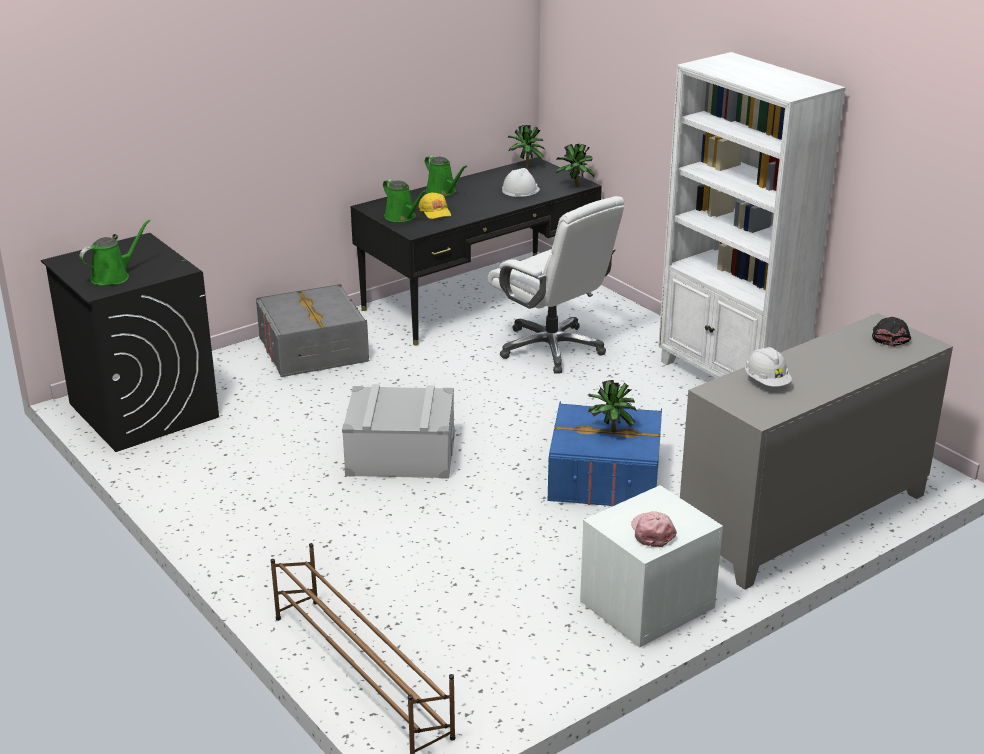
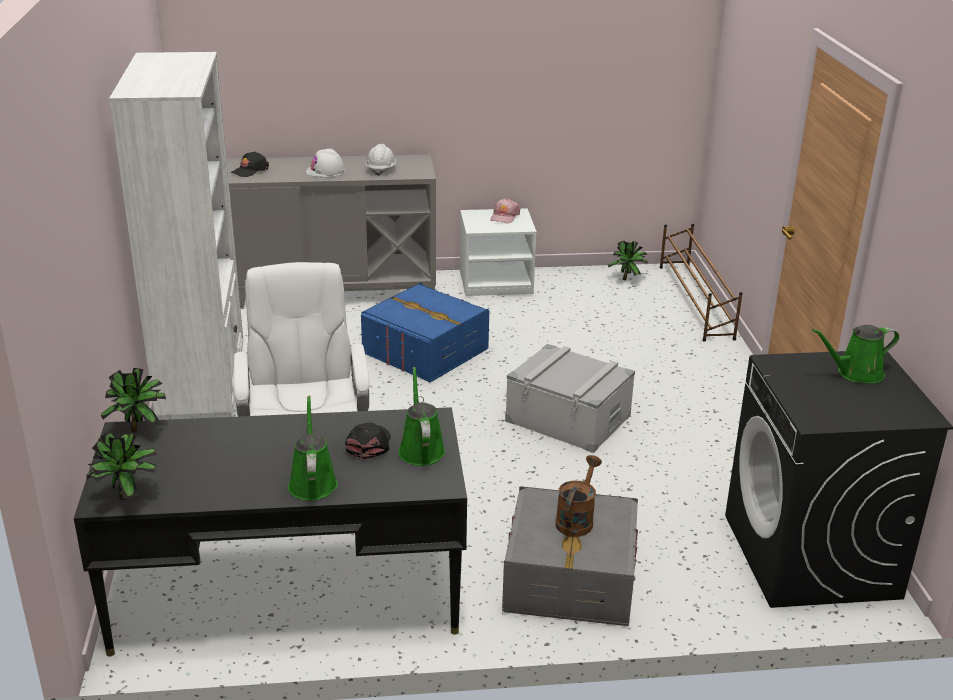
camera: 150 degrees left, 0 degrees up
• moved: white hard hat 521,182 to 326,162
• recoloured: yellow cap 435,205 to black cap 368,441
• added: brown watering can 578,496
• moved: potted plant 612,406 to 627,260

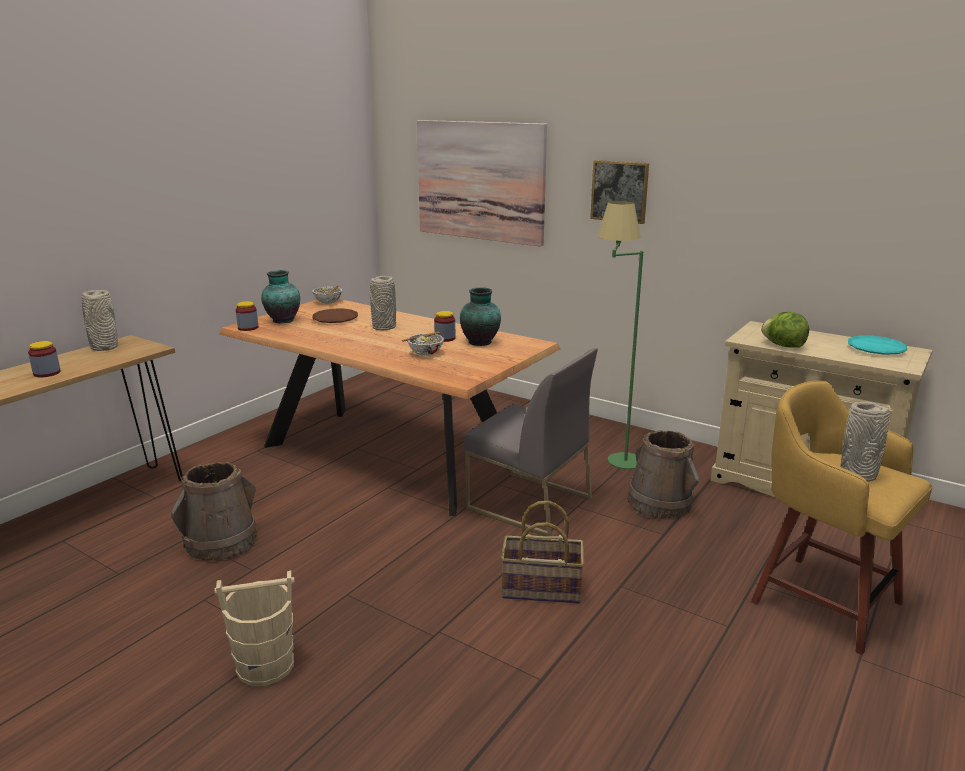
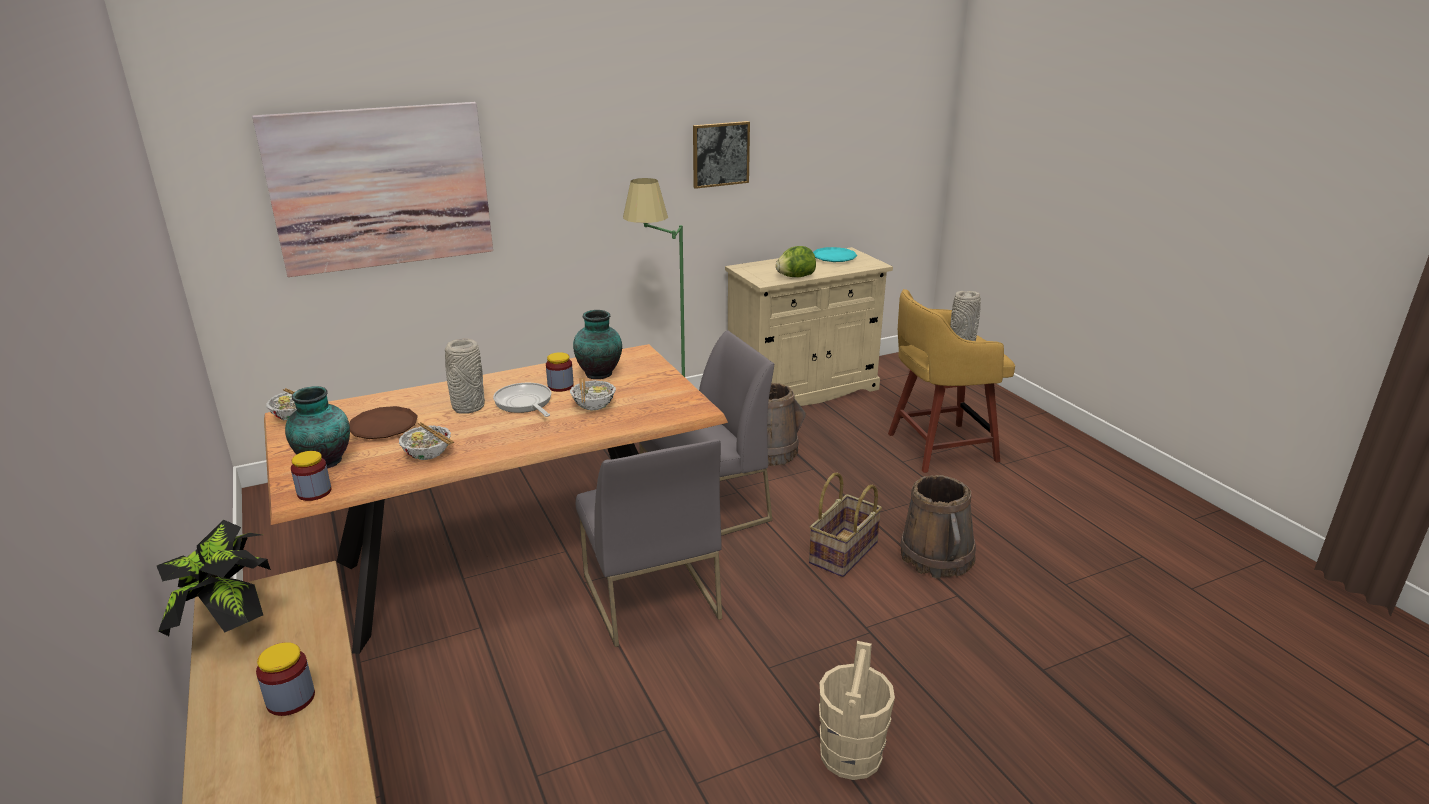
camera: 60 degrees left, 5 degrees up
• replaced: grey vase 99,320 to potted plant 214,578
• added: bowl 426,441
• added: frying pan 522,399
• added: grey chair 649,543
• moved: picture 619,192 to 721,155
• moved: brown bucket 214,511 to 938,526

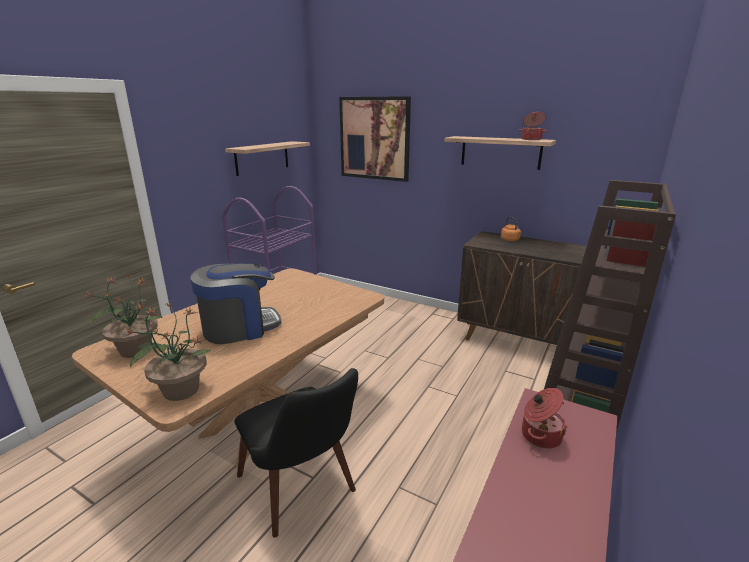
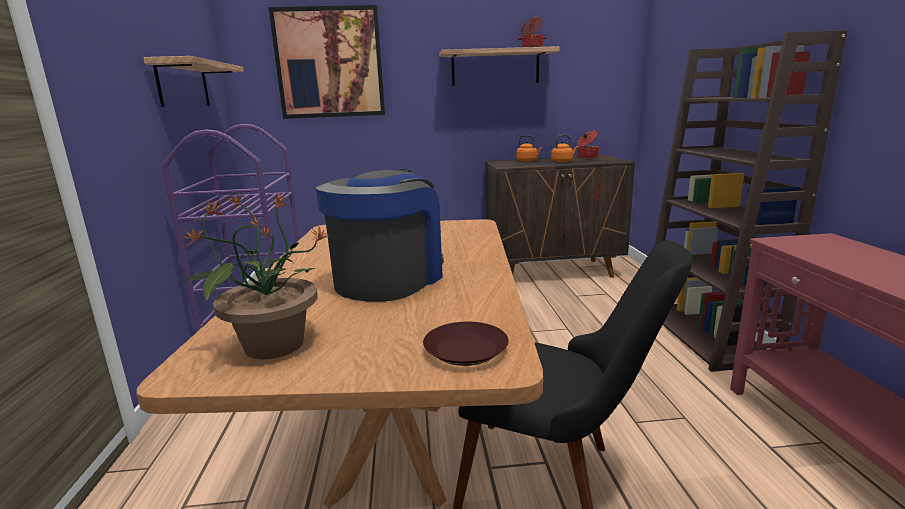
camera: 35 degrees left, 5 degrees down
• replaced: potted plant 167,352 to brown plate 466,344
• added: orange kettle 564,148
• moved: cooking pot 544,418 to 588,145

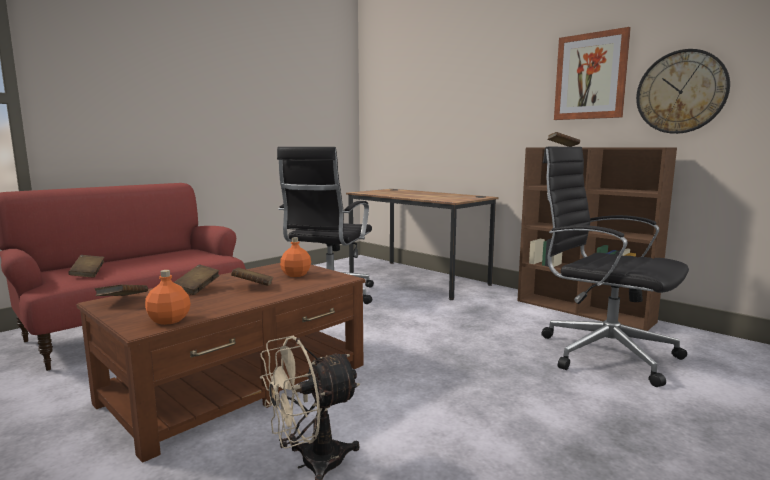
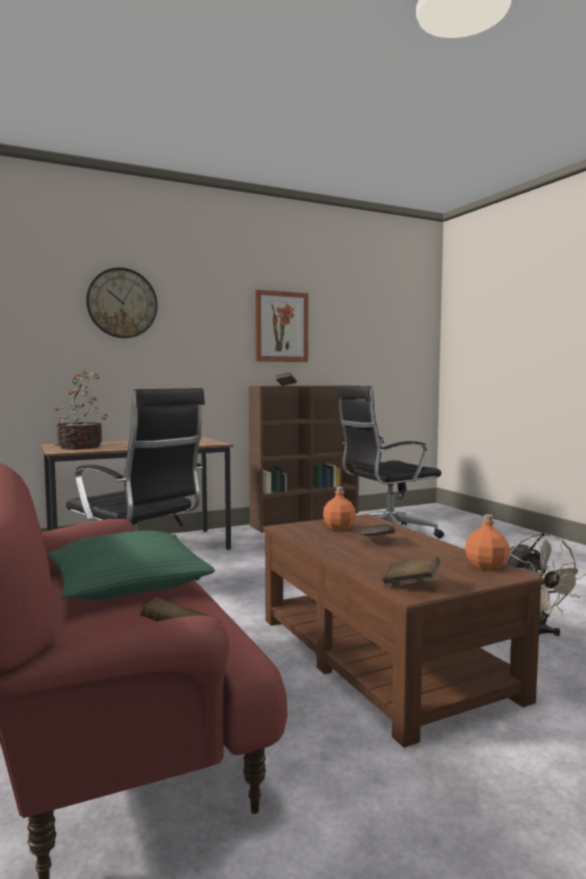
camera: 70 degrees left, 5 degrees down
• added: green pillow 131,565
• added: potted plant 81,410
• moved: wall clock 683,91 to 122,302
• removed: brown book 196,279

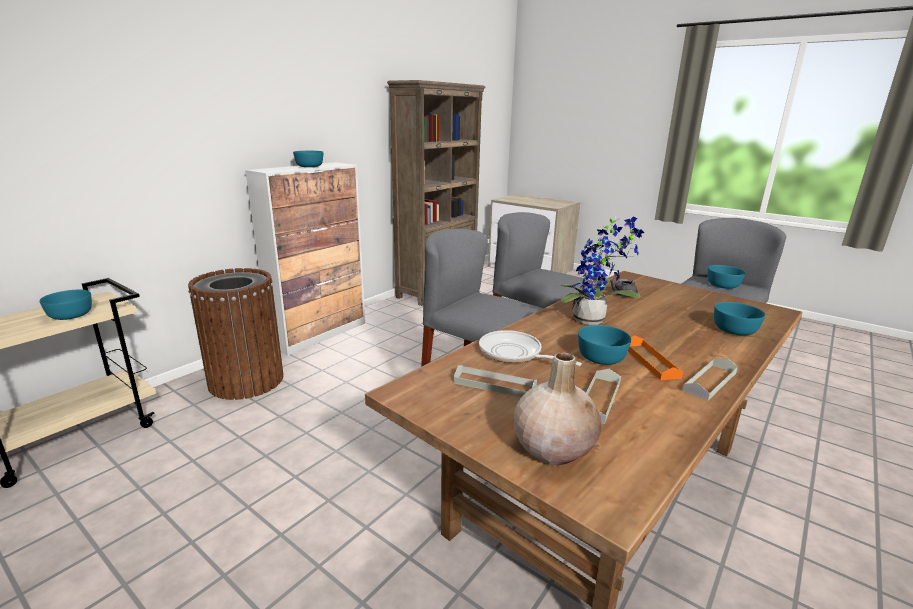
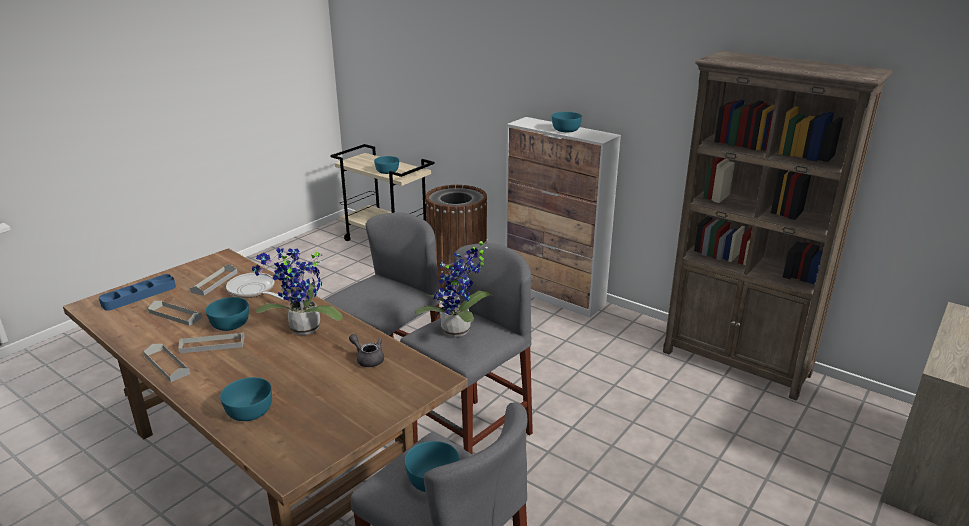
camera: 90 degrees right, 5 degrees up
• replaced: beige vase 558,408 to blue tray 137,292
• recoloured: orange tray 655,357 to grey tray 212,342
• turned: frying pan 530,348 = 254,286 90 degrees counterclockwise
• added: potted plant 453,288

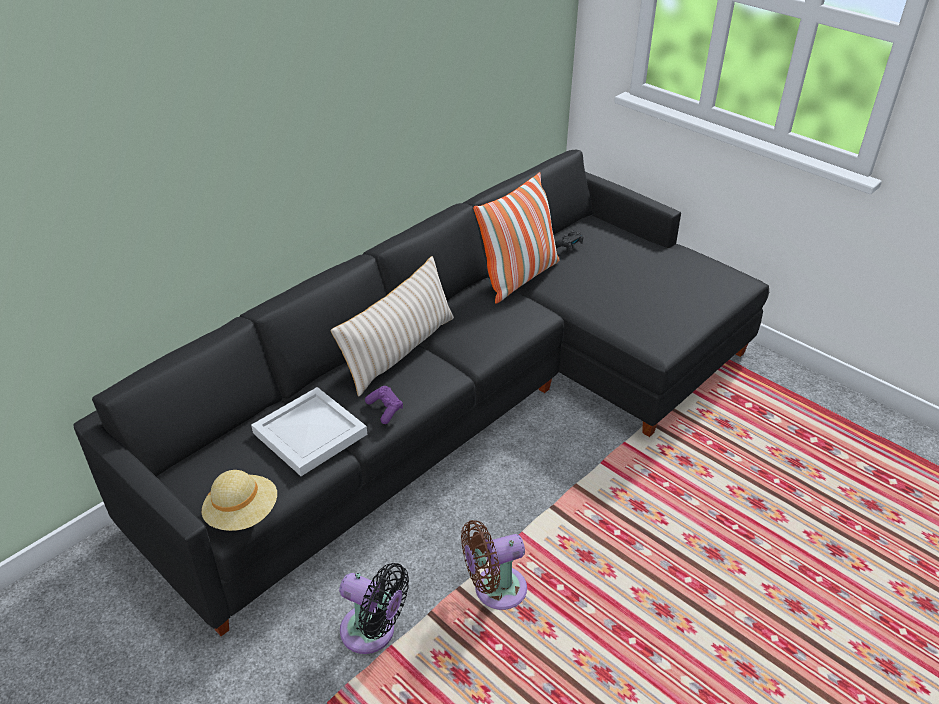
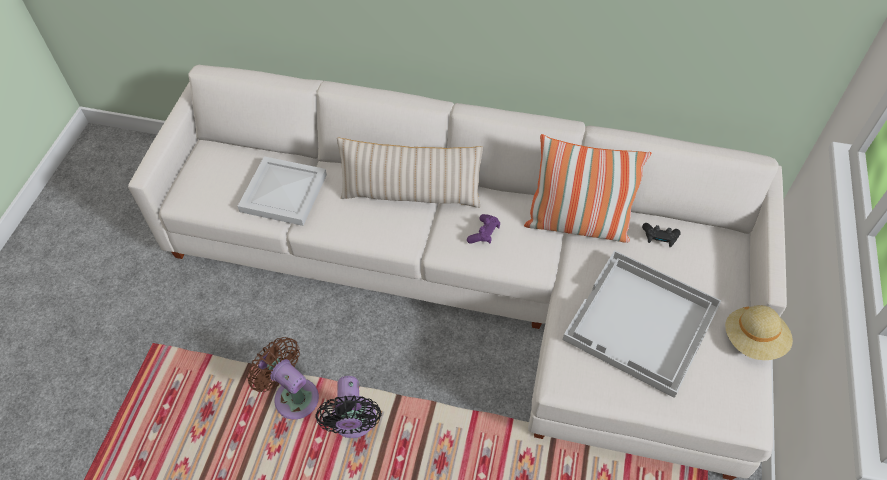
camera: 60 degrees right, 15 degrees up
• recoloured: black sofa 421,393 to white sofa 457,272
• moved: black fan 374,608 to 348,407
• moved: purple game controller 384,405 to 483,229
• added: white tray 642,324
• moved: beige hat 239,500 to 759,332

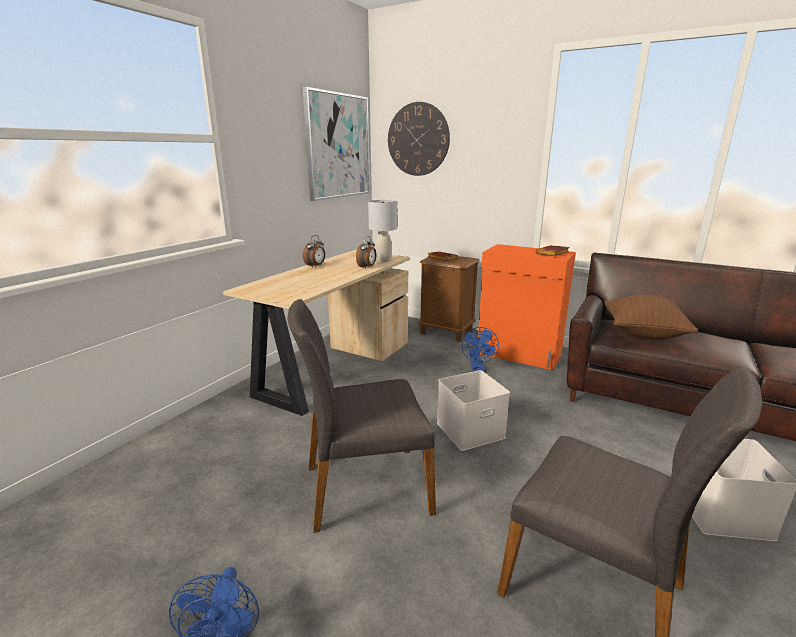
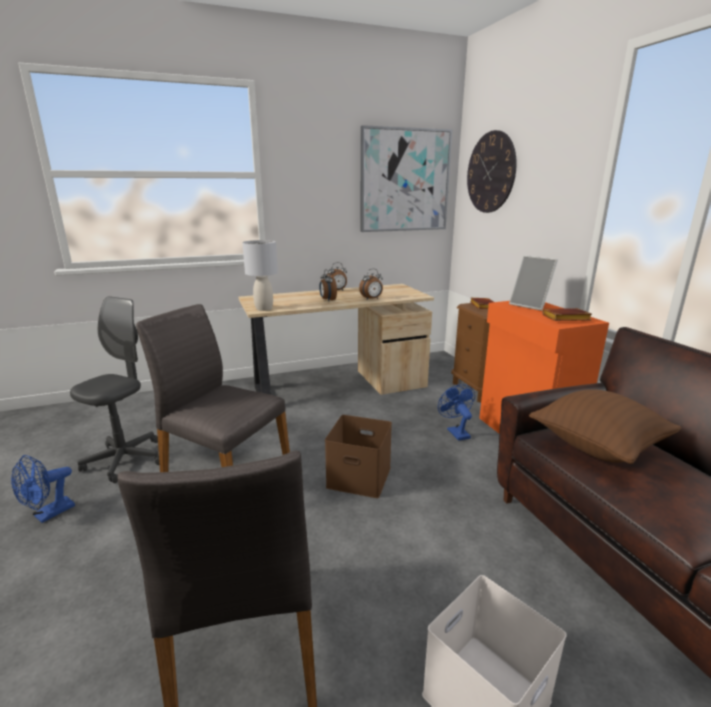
camera: 40 degrees right, 0 degrees up
• added: grey office chair 114,389
• moved: grey table lamp 382,231 to 260,275
• added: alarm clock 328,285
• recoloured: white storage box 473,410 to brown storage box 358,456
• turned: blue fan 480,349 = 456,412 120 degrees clockwise
• added: picture frame 533,283

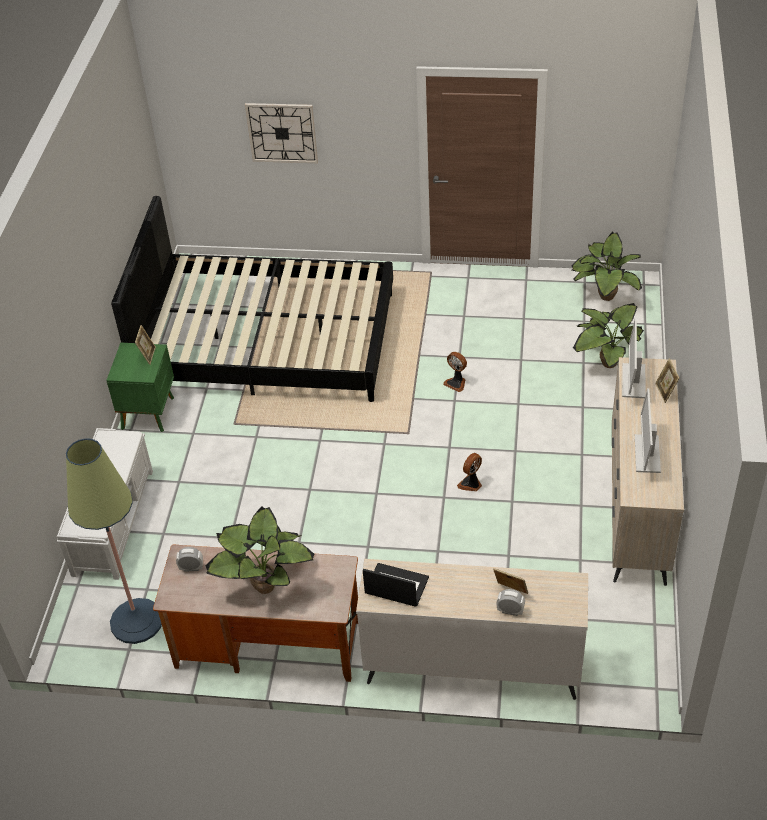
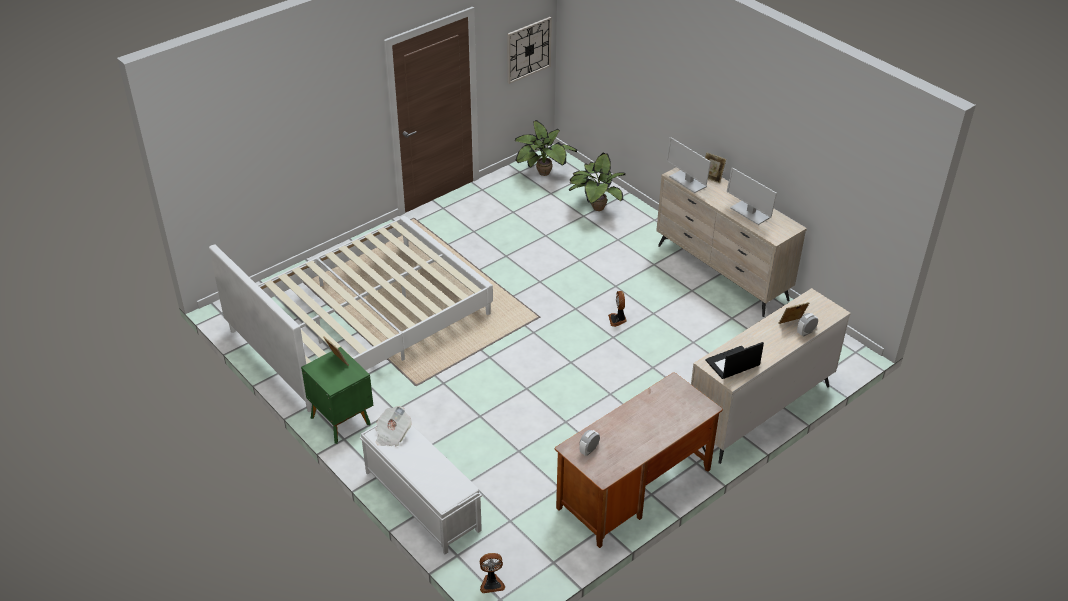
camera: 50 degrees left, 5 degrees down
• recoloured: black bed 252,299 to white bed 351,314
• added: newspaper 393,426
• moved: fan 455,372 to 492,573
• moved: wall clock 281,133 to 529,50
• removed: floor lamp 114,541
• removed: potted plant 259,550

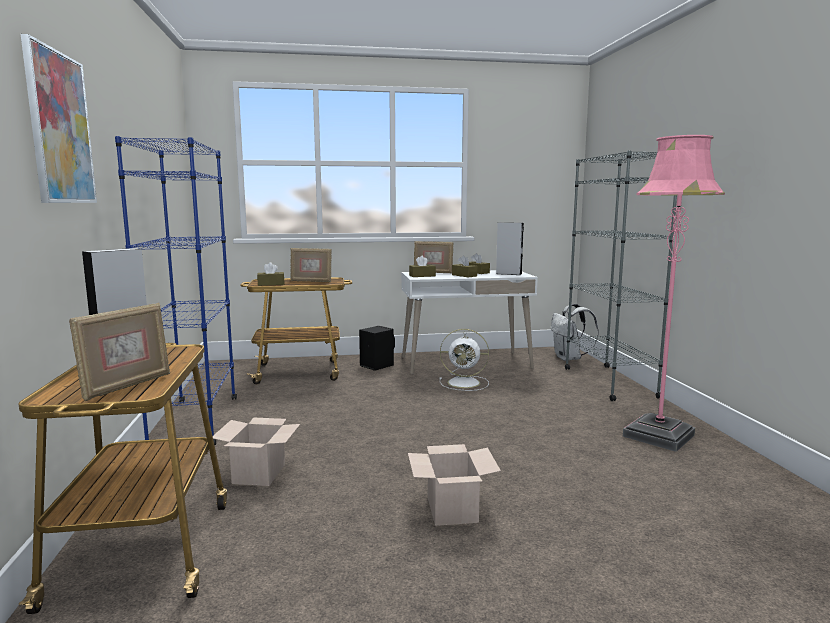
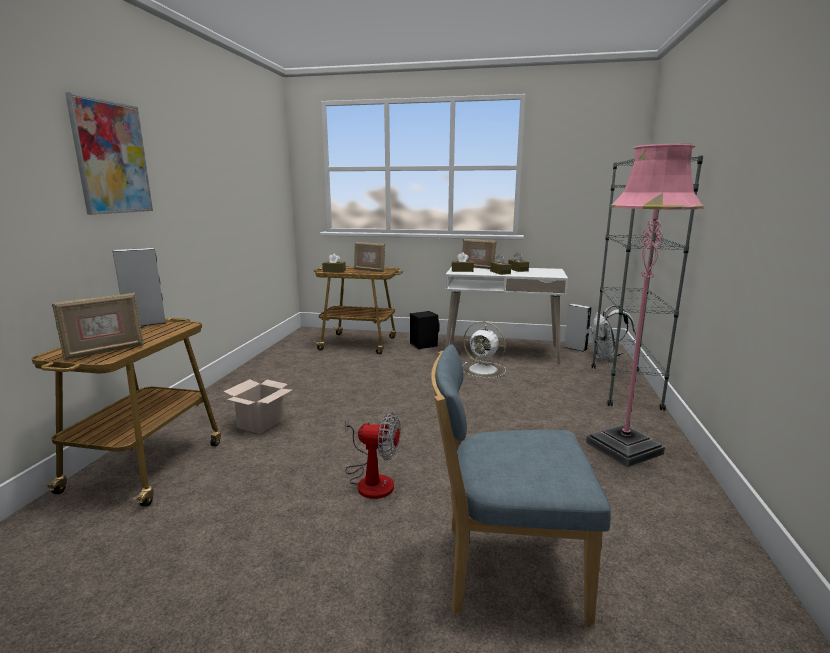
camera: 20 degrees right, 5 degrees up
• replaced: cardboard box 454,485 to fan 373,456
• added: blue chair 521,484
• moved: grey speaker 510,248 to 578,328
• removed: blue bookcase 176,290

